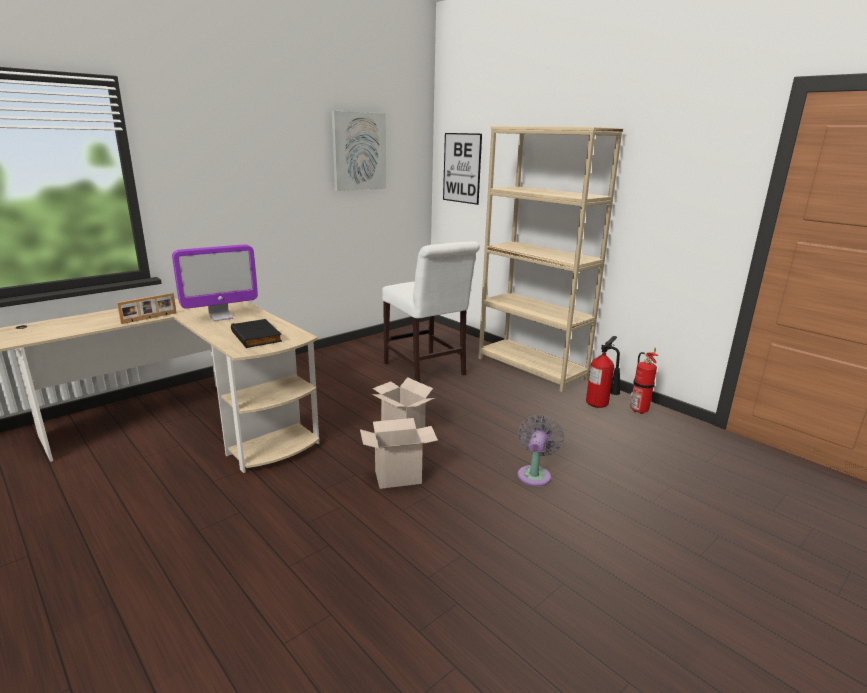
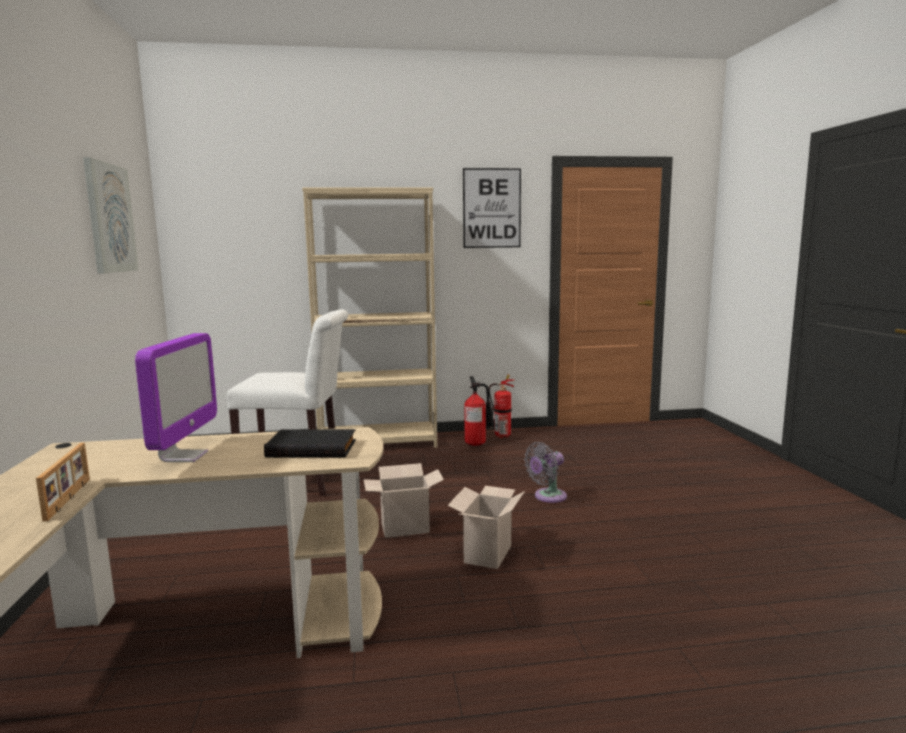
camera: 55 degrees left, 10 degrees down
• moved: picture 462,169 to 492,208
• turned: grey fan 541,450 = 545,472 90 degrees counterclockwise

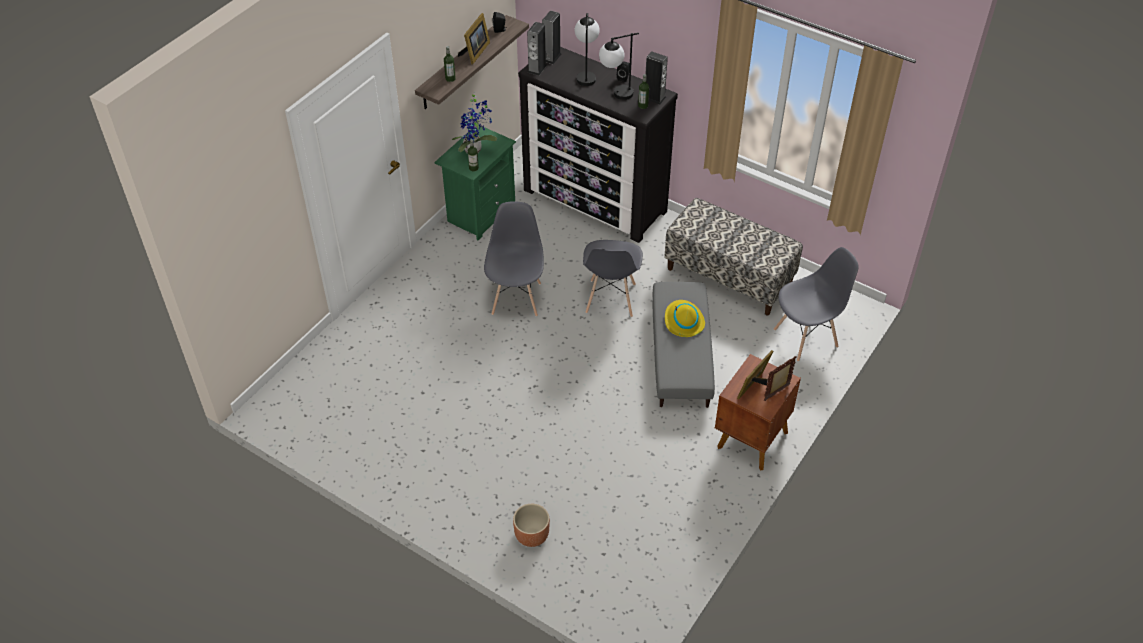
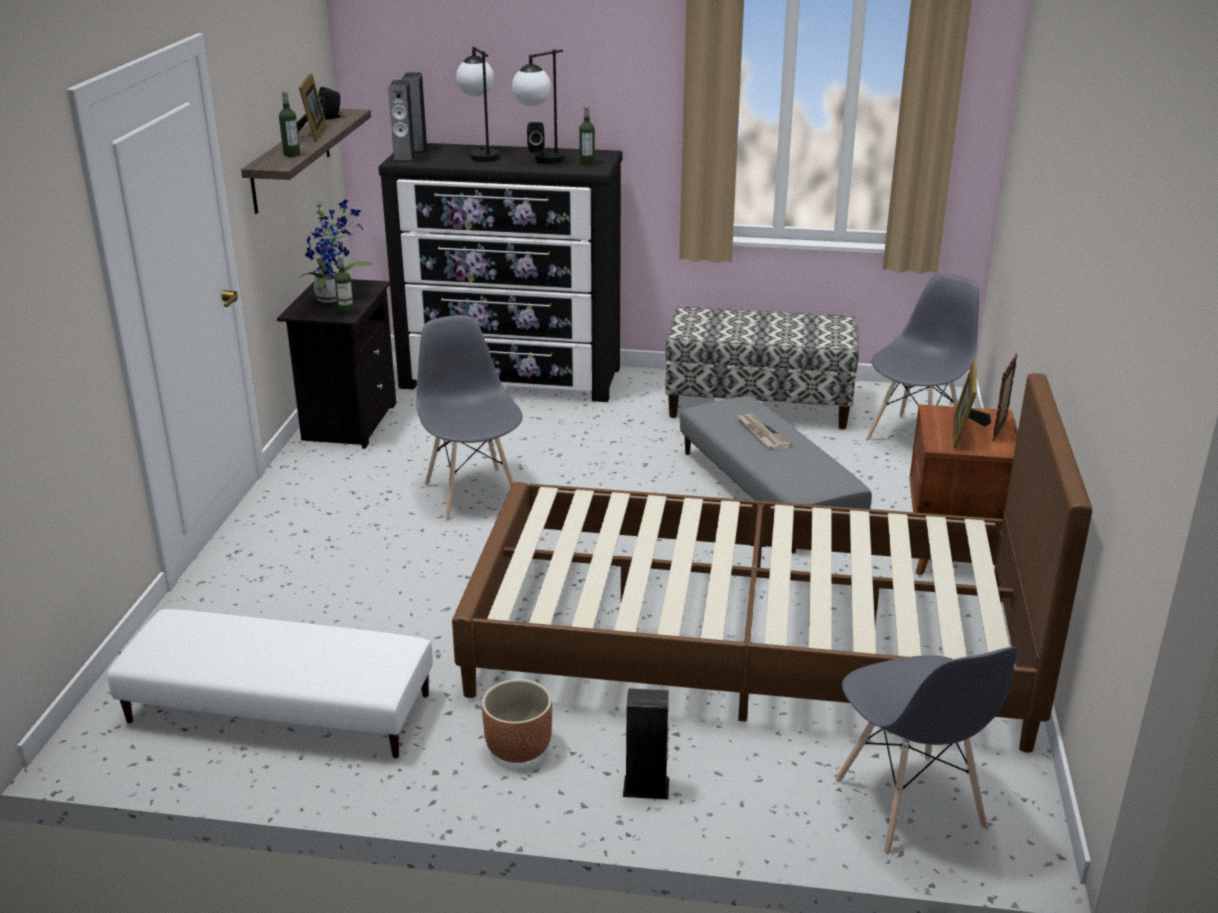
camera: 25 degrees left, 20 degrees down
• added: white ottoman 270,683
• recoloured: green nightstand 475,183 to black nightstand 336,364
• added: brown bed 772,563
• moved: brown planter 531,525 to 517,721
• moved: speaker 657,78 to 646,744
• replaced: yellow hat 685,318 to newspaper 764,432
• moved: grey chair 613,278 to 926,750

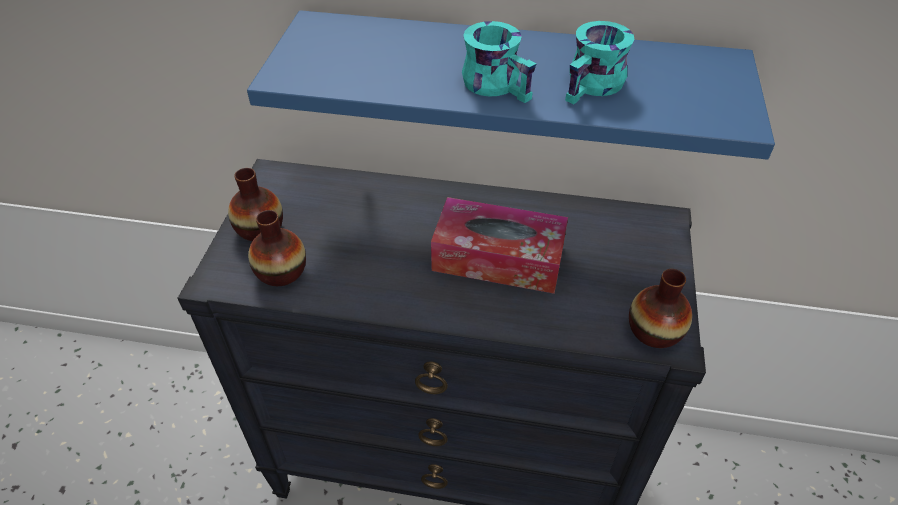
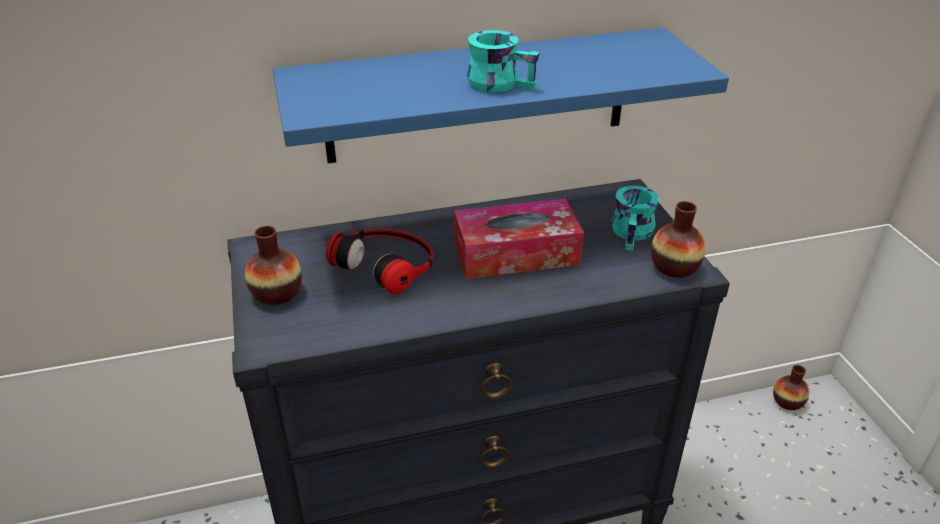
camera: 25 degrees left, 10 degrees down
• added: headphones 379,261
• moved: turquoise mug 599,62 to 635,218
• moved: vase 277,248 to 791,387

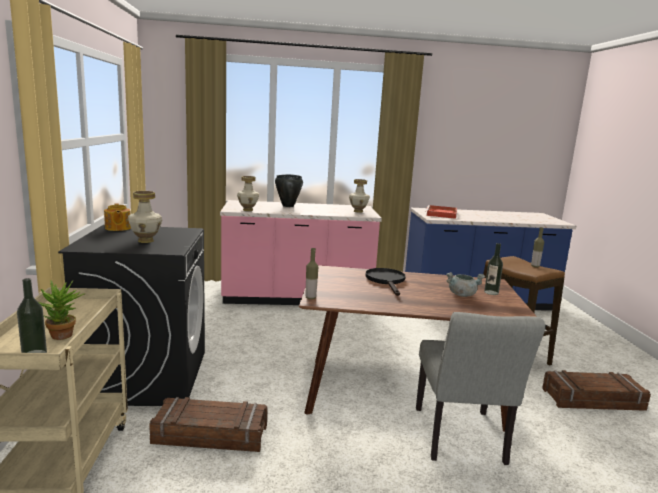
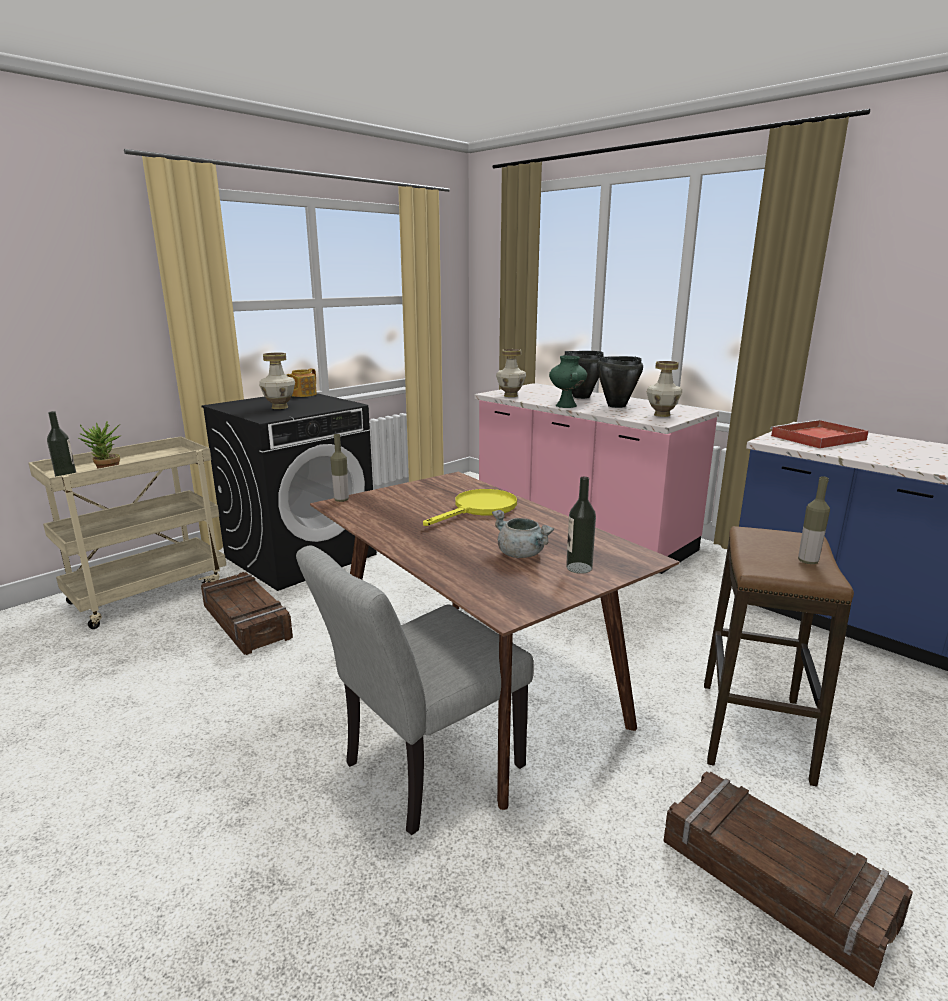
camera: 50 degrees right, 5 degrees up
• recoloured: black frying pan 386,282 to yellow frying pan 470,507
• added: green vase 568,381
• added: black cooking pot 620,382

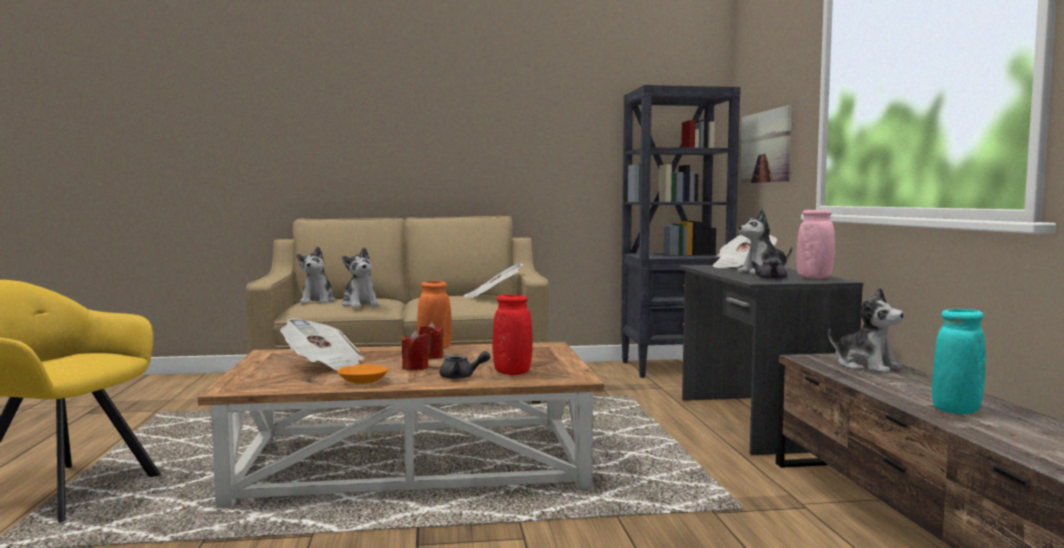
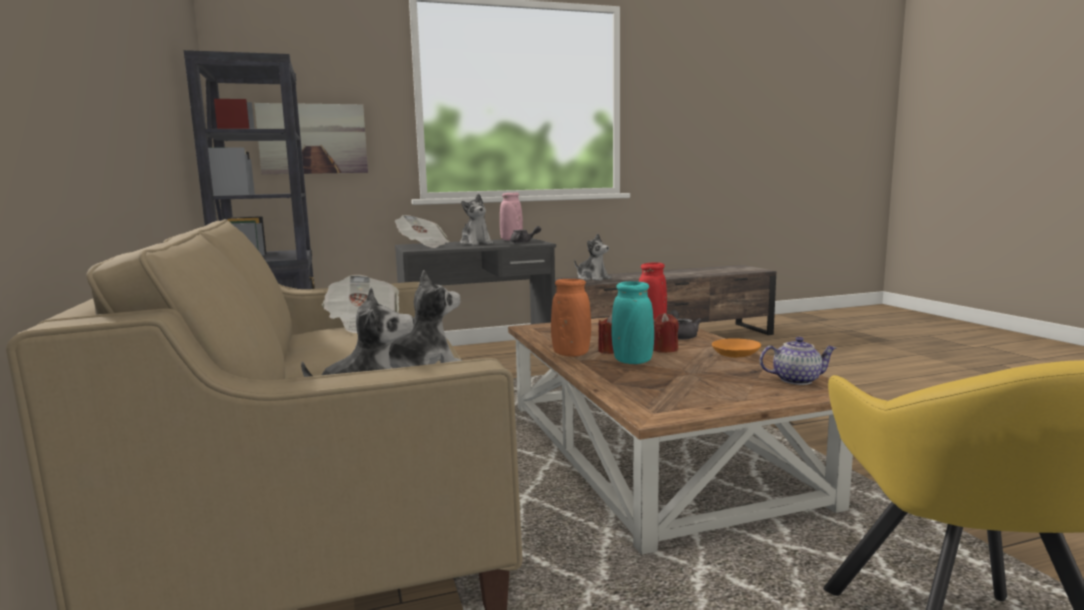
camera: 100 degrees left, 5 degrees up
• turned: plush toy 866,330 = 593,257 90 degrees clockwise
• moved: turquoise vase 958,361 to 632,322
• added: teapot 798,361
• removed: newspaper 322,344

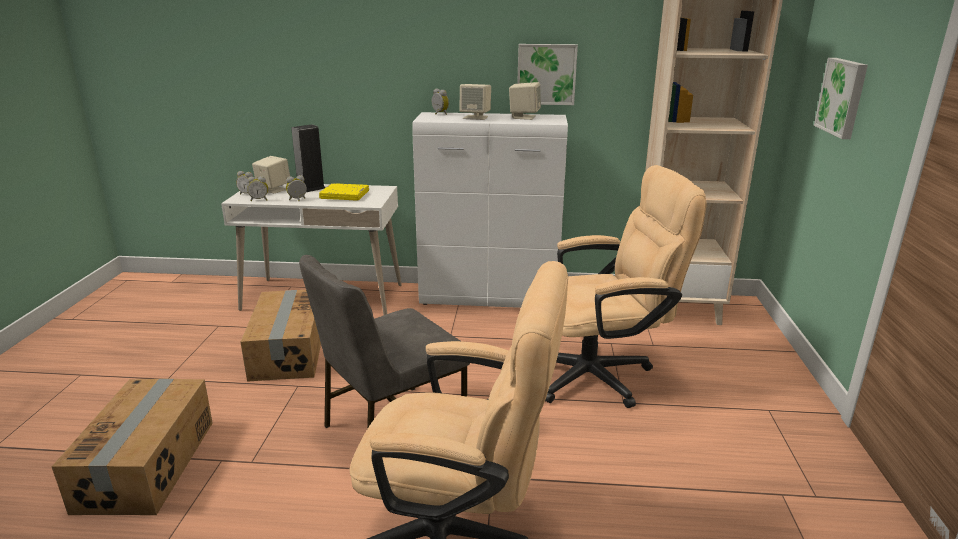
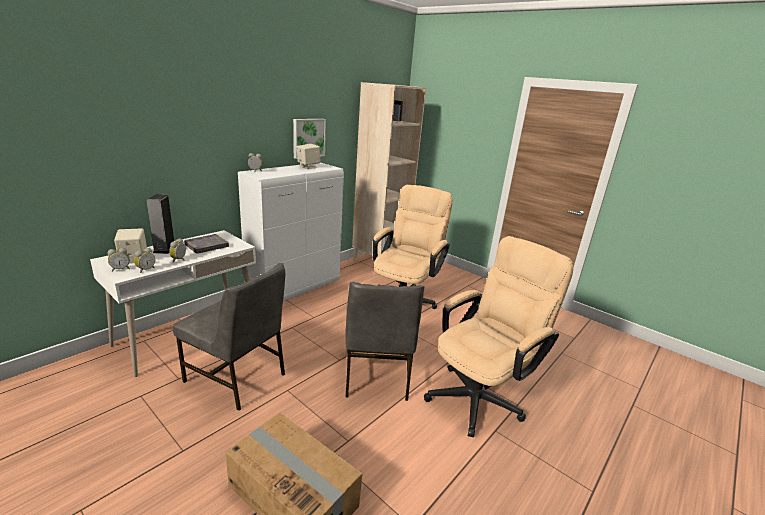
camera: 55 degrees left, 0 degrees up
• replaced: cardboard box 281,336 to grey chair 229,337
• recoloured: yellow book 344,192 to grey book 206,244
• removed: beige speaker 475,102
• removed: picture 841,98

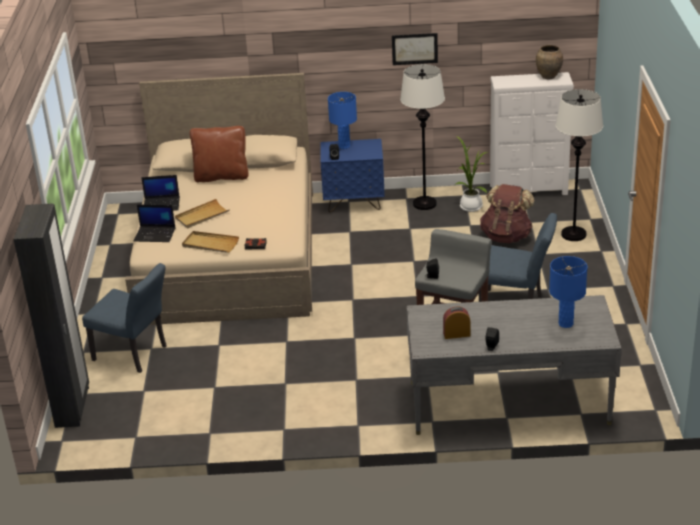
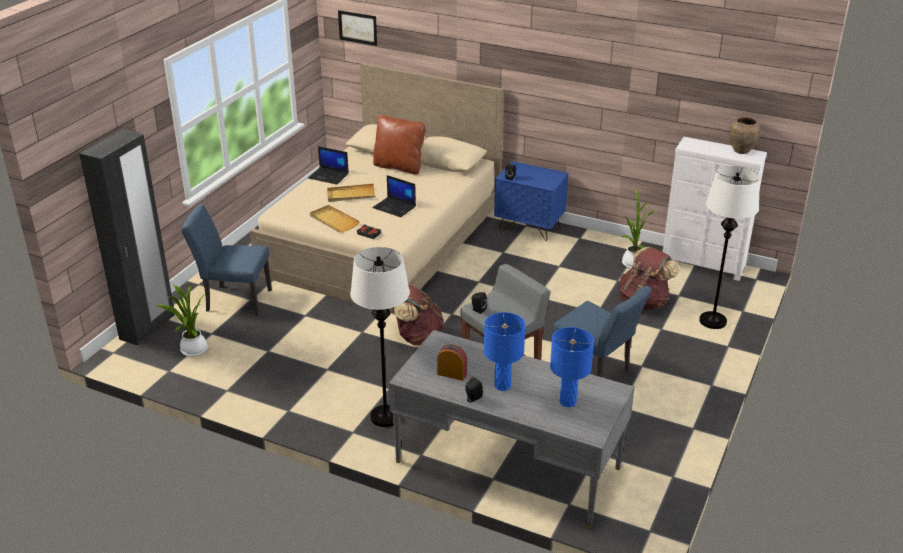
camera: 25 degrees right, 0 degrees up
• added: potted plant 181,320
• turned: blue chair 124,318 = 226,260 135 degrees clockwise
• moved: picture 415,49 to 357,28
• moved: white floor lamp 422,137 to 380,337
• moved: laptop 154,223 to 394,196
• added: brown backpack 418,314
• moved: blue table lamp 342,120 to 504,351

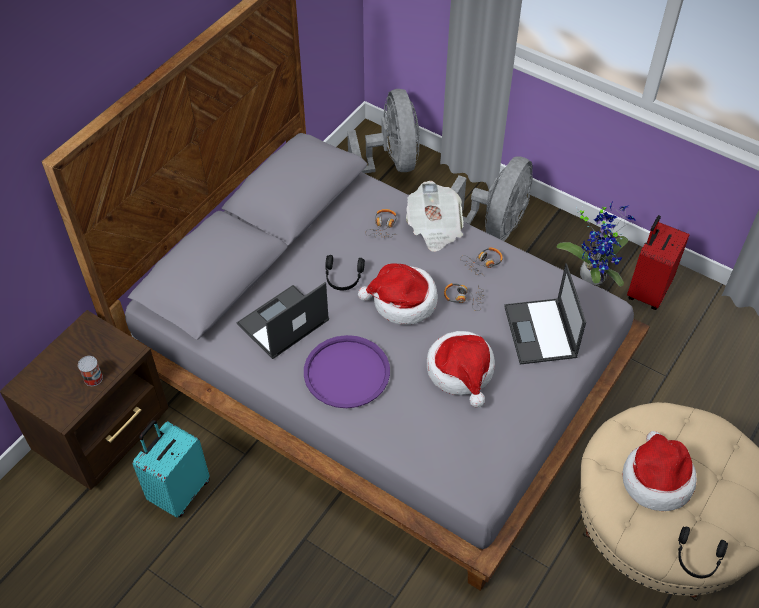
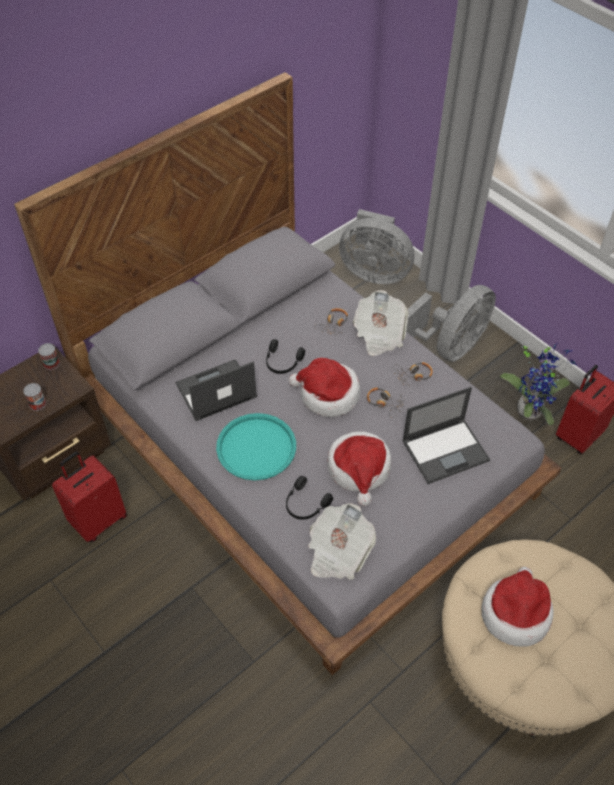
camera: 15 degrees right, 0 degrees up
• added: can 49,356
• recoloured: turquoise suitcase 171,469 to red suitcase 89,496
• recoloured: purple tray 347,371 to turquoise tray 256,446
• moved: black headphones 703,552 to 309,498
• added: newspaper 342,541
• turned: grey fan 383,131 = 377,246 105 degrees clockwise
• turned: laptop 545,314 = 446,435 120 degrees counterclockwise

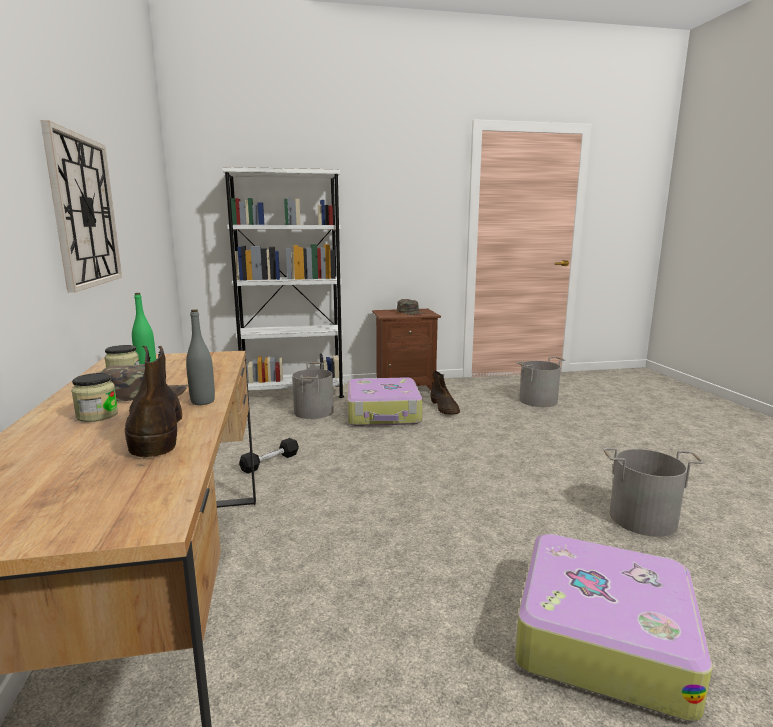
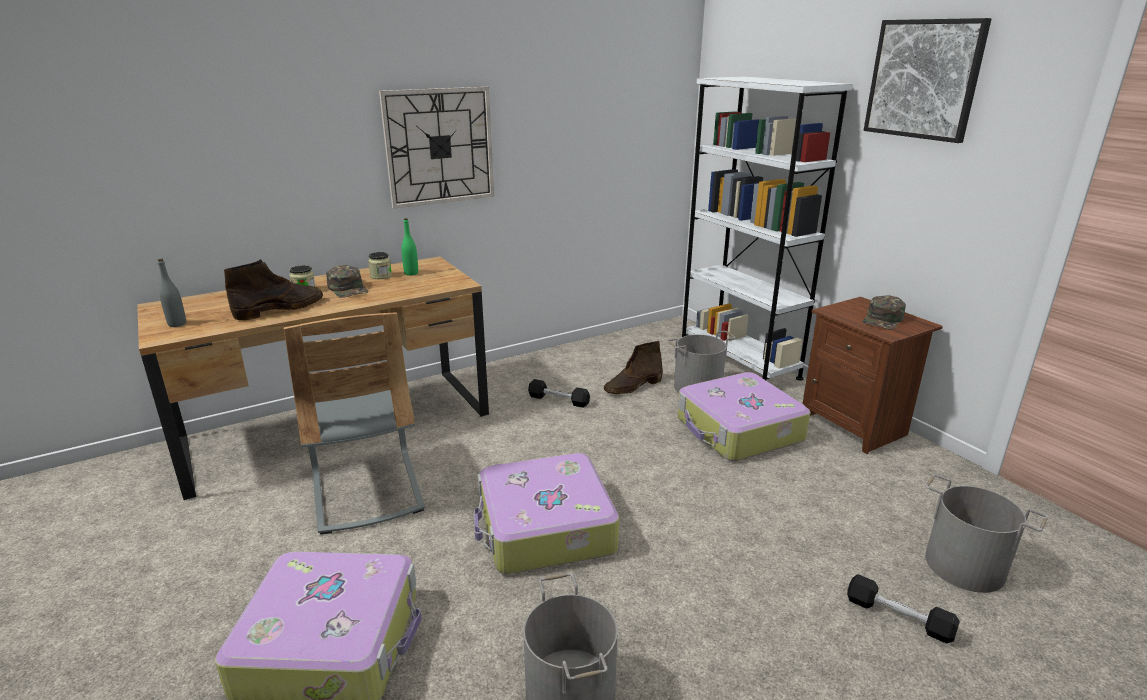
camera: 70 degrees right, 10 degrees up
• moved: grey bottle 200,357 to 172,293
• added: grey chair 354,423
• added: suitcase 546,513
• moved: brown boot 445,392 to 633,367
• added: black dumbbell 903,608
• added: picture 927,80

